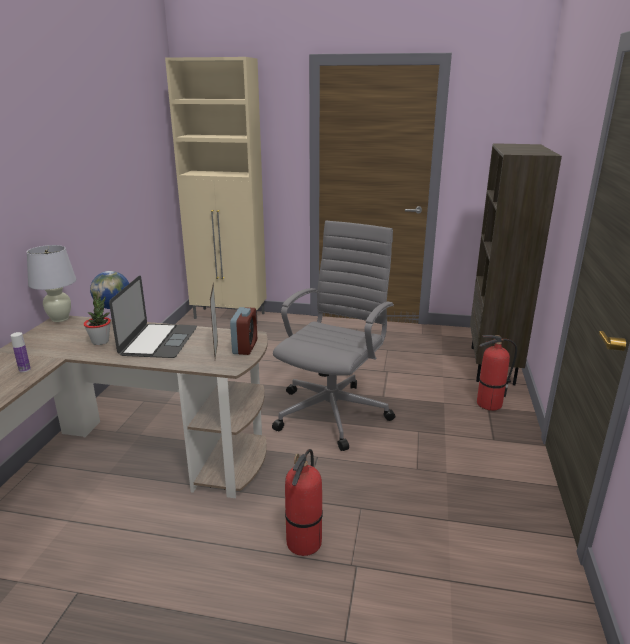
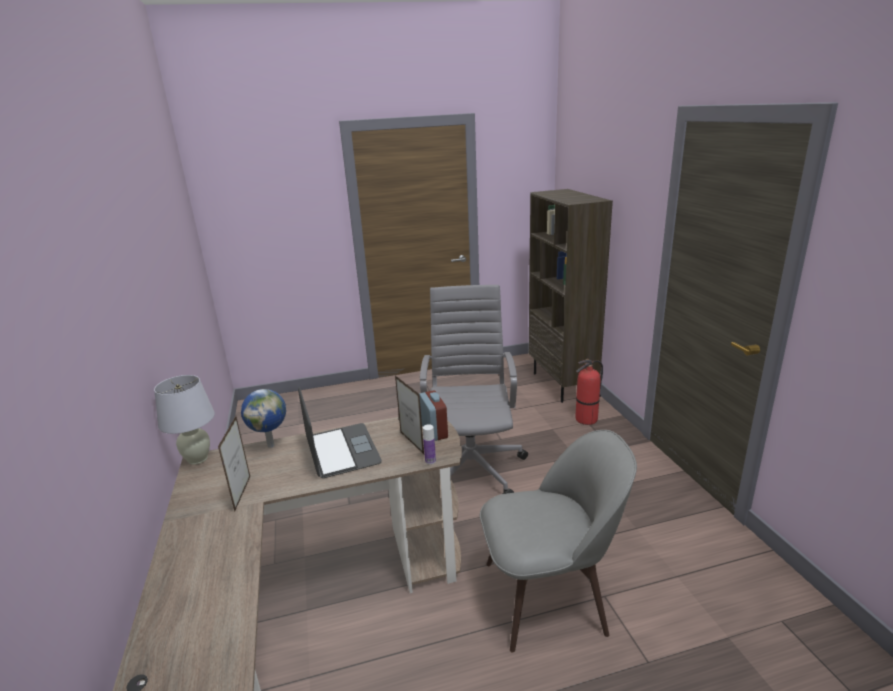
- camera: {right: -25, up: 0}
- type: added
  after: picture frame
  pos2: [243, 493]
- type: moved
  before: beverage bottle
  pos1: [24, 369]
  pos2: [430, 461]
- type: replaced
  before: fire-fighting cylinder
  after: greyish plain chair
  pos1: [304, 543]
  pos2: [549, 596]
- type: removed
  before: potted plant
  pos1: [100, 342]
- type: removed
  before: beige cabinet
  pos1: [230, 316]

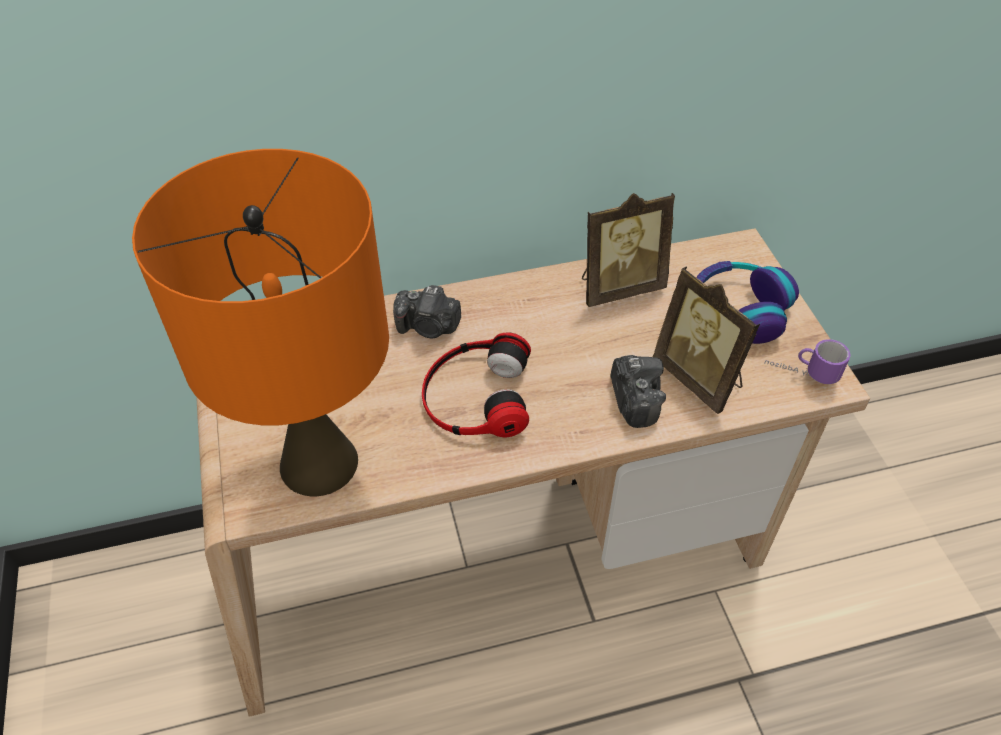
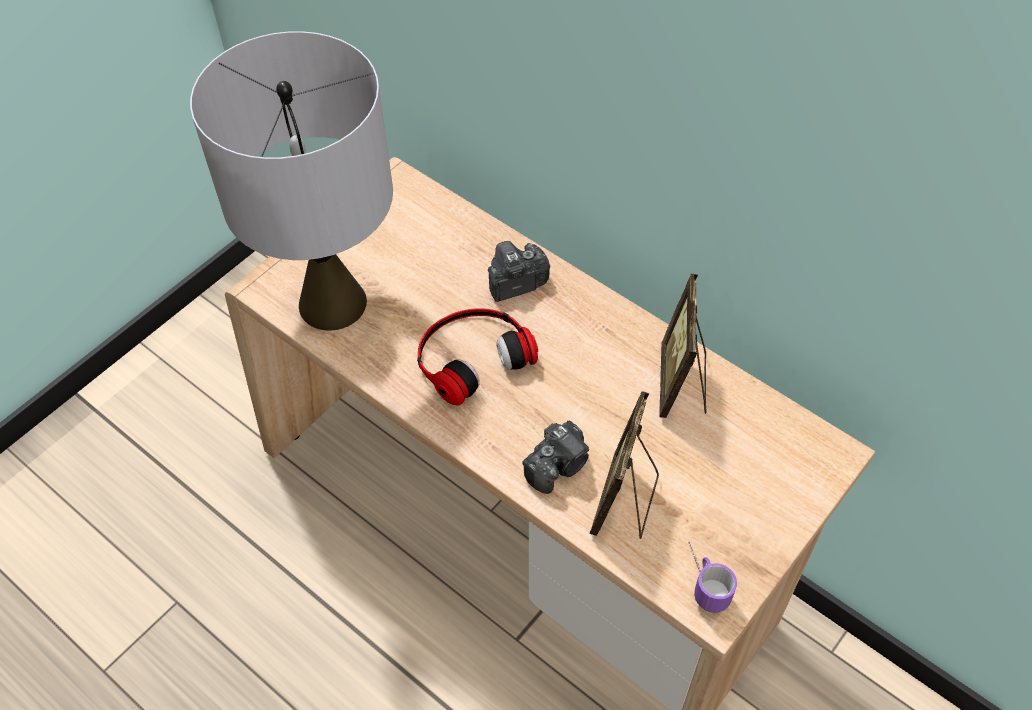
- camera: {right: 55, up: 5}
- type: recoloured
  before: orange-coloured lamp for a table
  after: greyish lamp for a table
  pos1: [318, 464]
  pos2: [331, 303]
- type: turned
  before: still camera
  pos1: [428, 327]
  pos2: [515, 283]
  turn: 90
- type: turned
  before: picture frame
  pos1: [619, 287]
  pos2: [682, 384]
  turn: 60
- type: removed
  before: headset
  pos1: [738, 310]

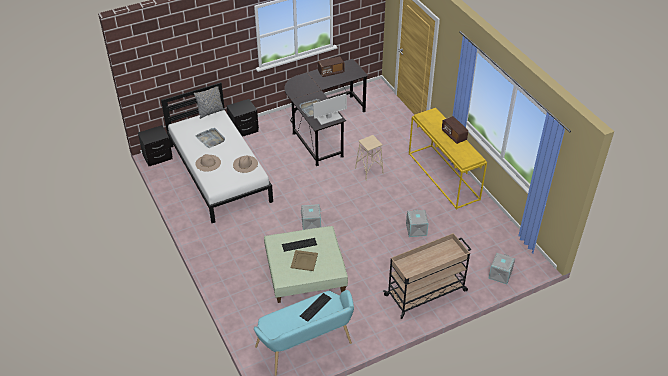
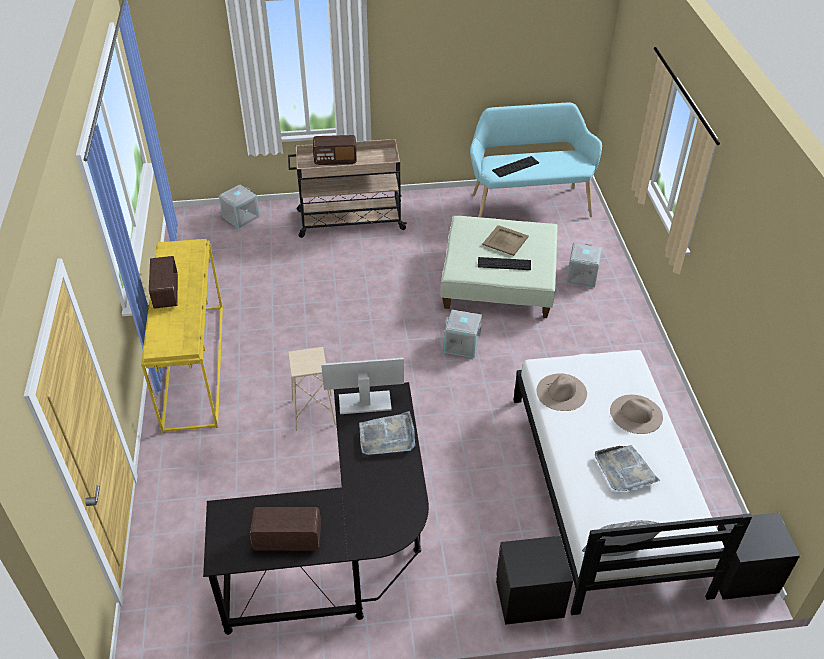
- camera: {right: -160, up: 0}
- type: added
  after: radio
  pos2: [335, 160]
- type: moved
  before: greyish storage box
  pos1: [416, 229]
  pos2: [581, 276]

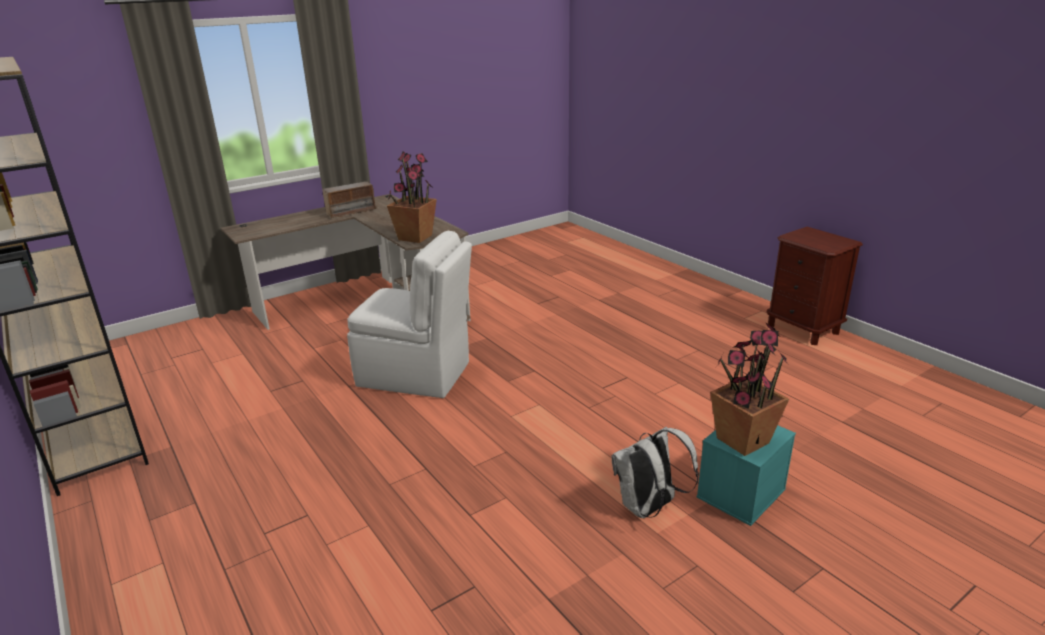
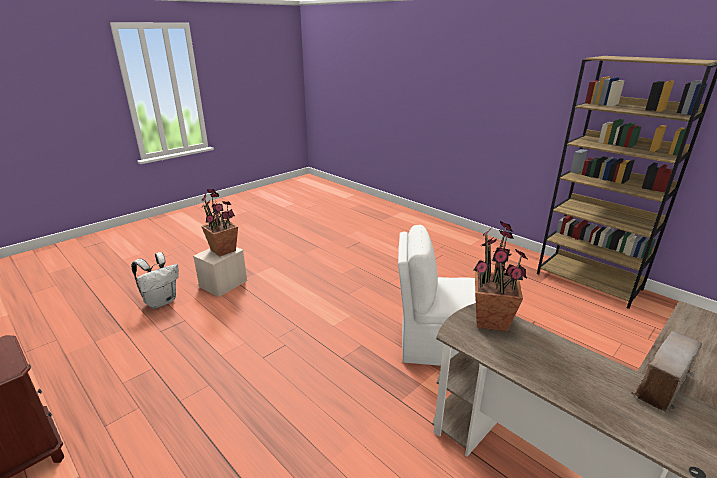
- camera: {right: 170, up: 0}
- type: moved
  before: whitish backpack
  pos1: [648, 508]
  pos2: [161, 301]
- type: recoloured
  before: turquoise-coloured storage box
  after: beige storage box
  pos1: [740, 492]
  pos2: [223, 284]

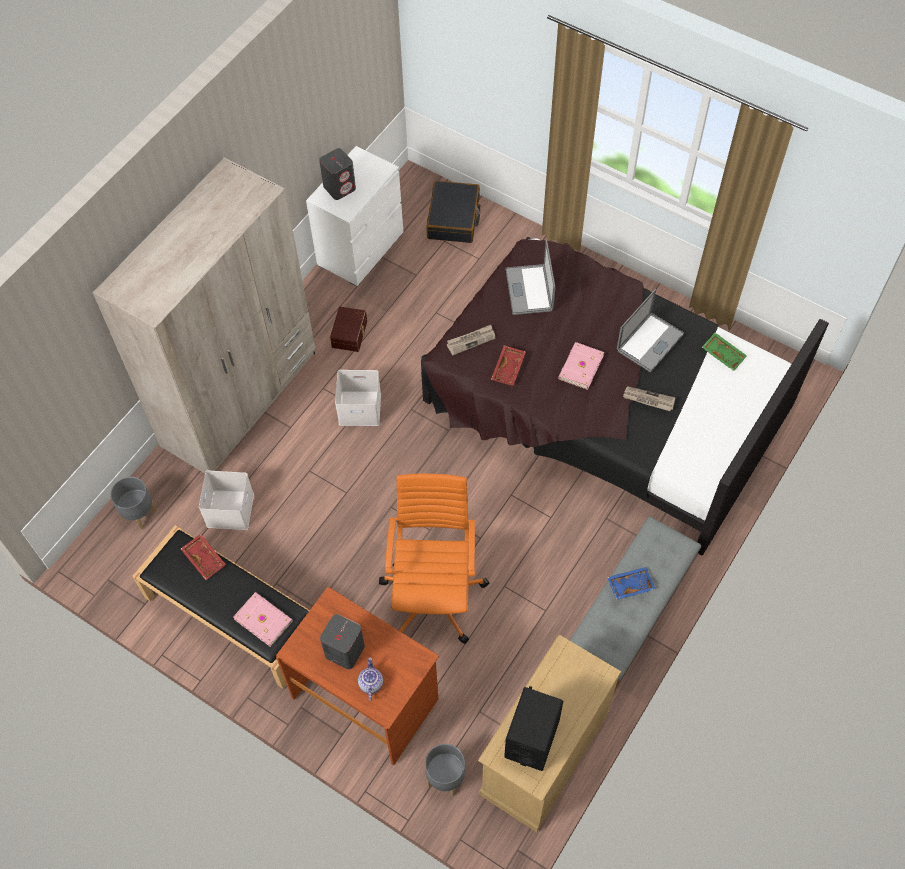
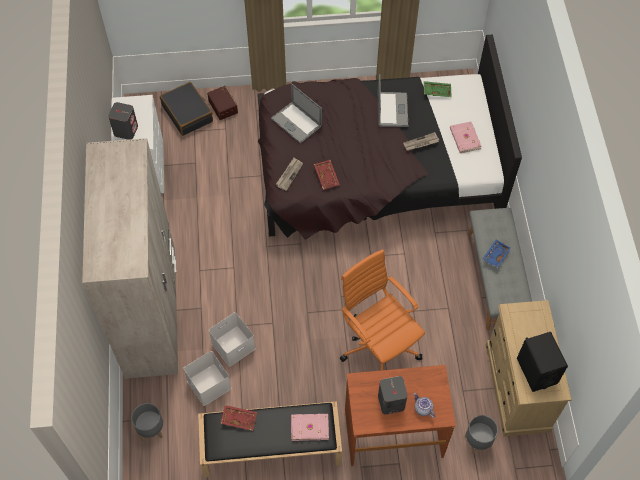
- camera: {right: -40, up: 0}
- type: moved
  before: brown-coloured storage box
  pos1: [350, 334]
  pos2: [223, 106]
- type: moved
  before: whitish storage box
  pos1: [361, 407]
  pos2: [233, 345]
- type: moved
  before: pink-coloured bound book
  pos1: [580, 367]
  pos2: [464, 139]

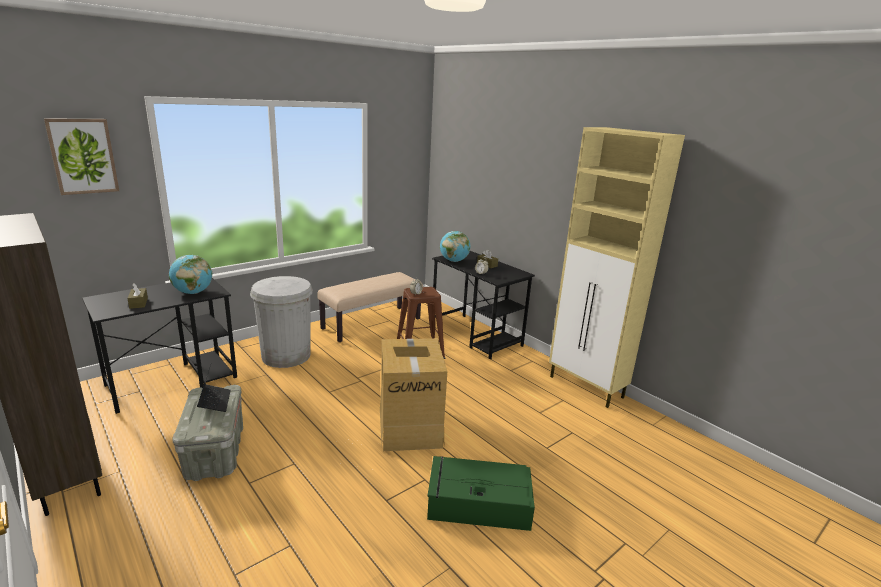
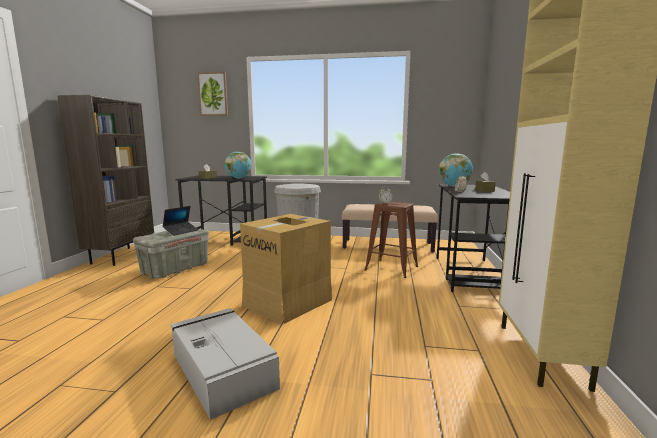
- camera: {right: 50, up: -10}
- type: recoloured
  before: green storage box
  after: greyish storage box
  pos1: [477, 503]
  pos2: [222, 369]

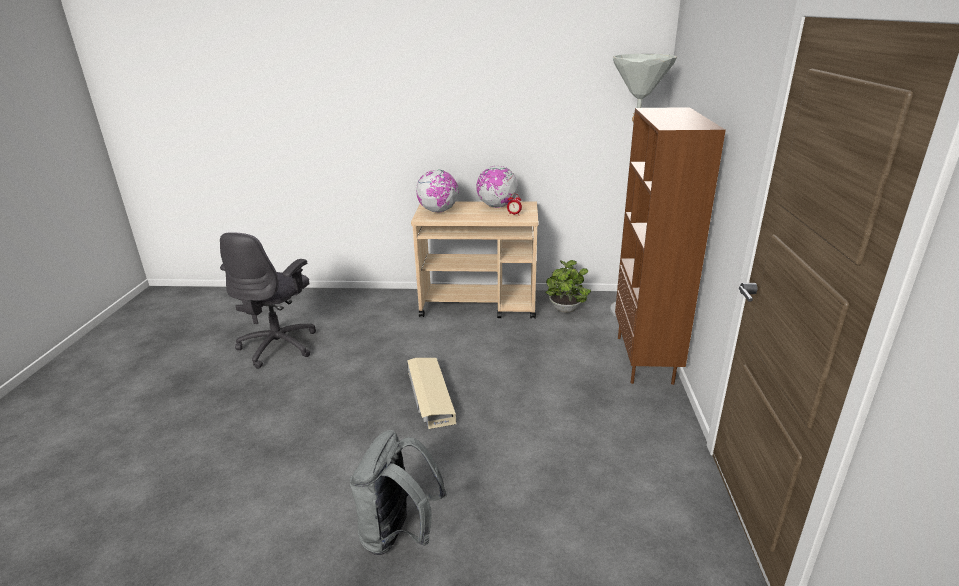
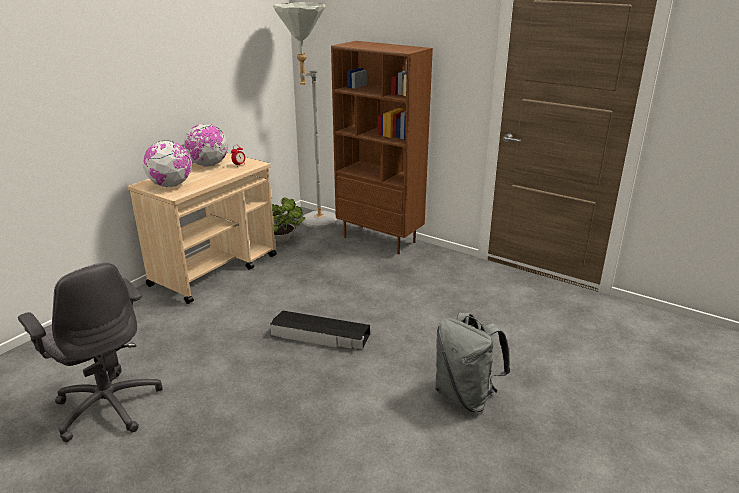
- camera: {right: -60, up: 0}
- type: recoloured
  before: beige storage box
  after: black-coloured storage box
  pos1: [430, 396]
  pos2: [320, 335]

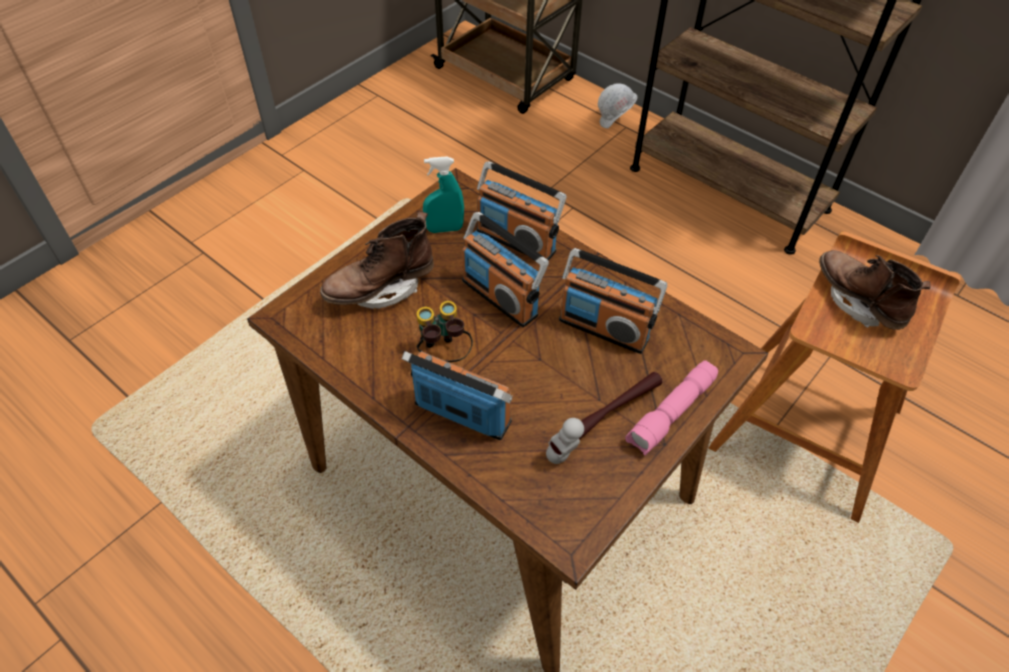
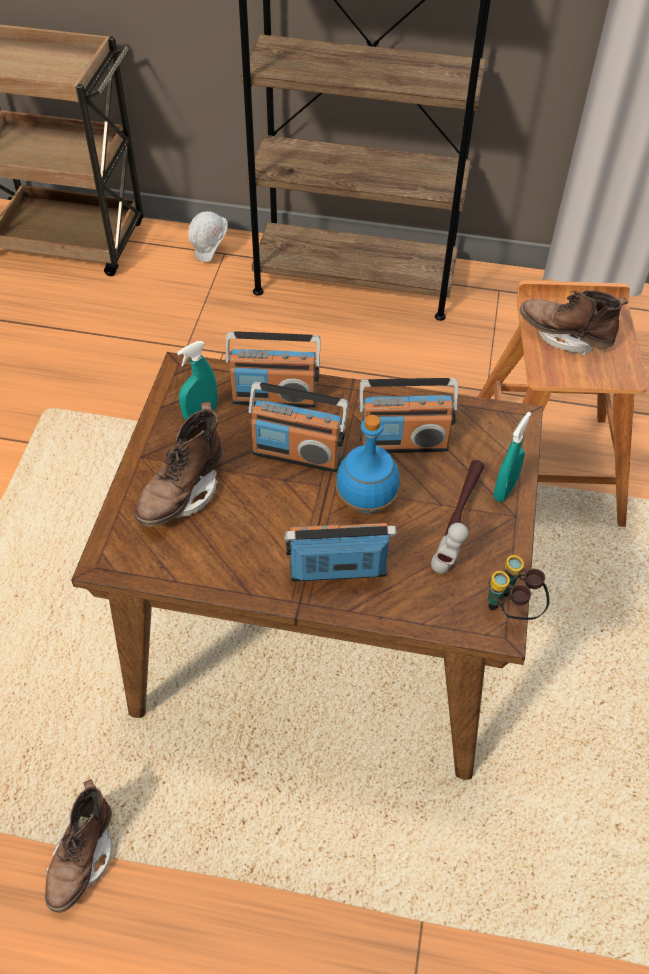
- camera: {right: -30, up: 0}
- type: added
  after: brown-coloured boot
  pos2: [82, 859]
- type: added
  after: blue beverage bottle
  pos2: [367, 502]
- type: moved
  before: field glasses
  pos1: [443, 354]
  pos2: [511, 609]
- type: replaced
  before: pink-coloured torch
  after: turquoise-coloured sprayer
  pos1: [672, 414]
  pos2: [505, 489]

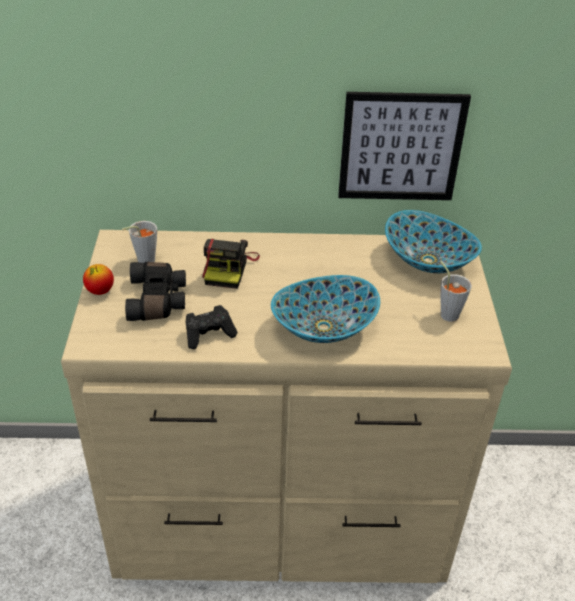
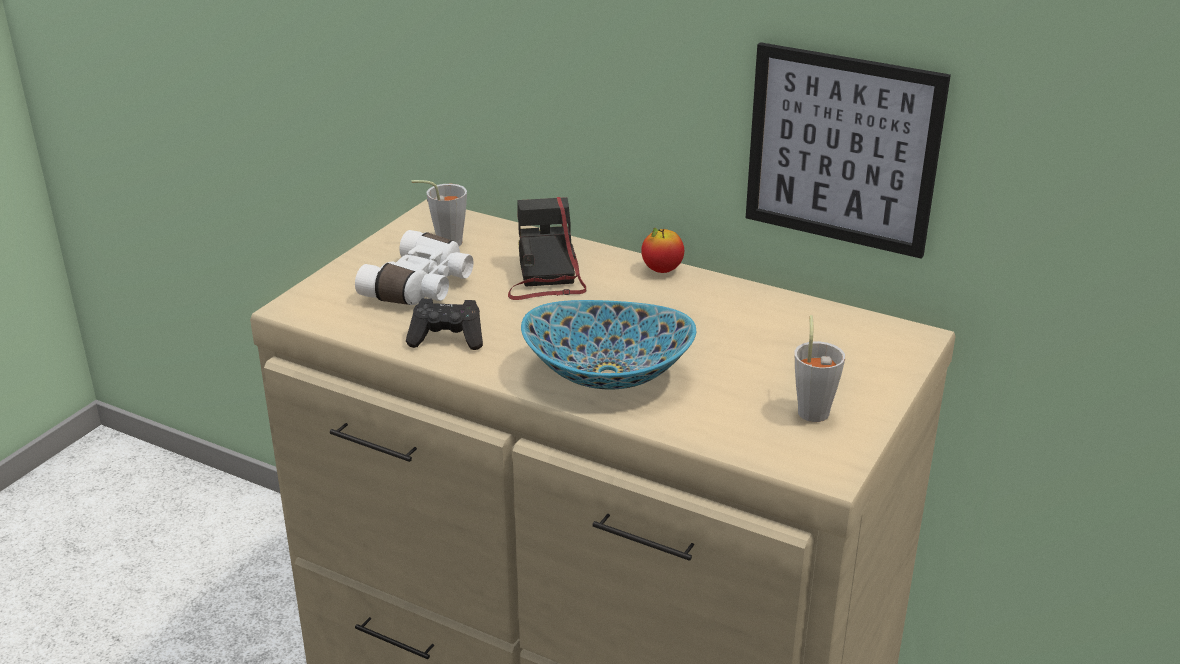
- camera: {right: 30, up: -10}
- type: recoloured
  before: black-coloured field glasses
  after: whitish field glasses
  pos1: [158, 300]
  pos2: [422, 287]
- type: turned
  before: still camera
  pos1: [229, 268]
  pos2: [545, 277]
  turn: 135
- type: moved
  before: whole apple
  pos1: [100, 291]
  pos2: [662, 270]
- type: removed
  before: serving bowl
  pos1: [428, 261]

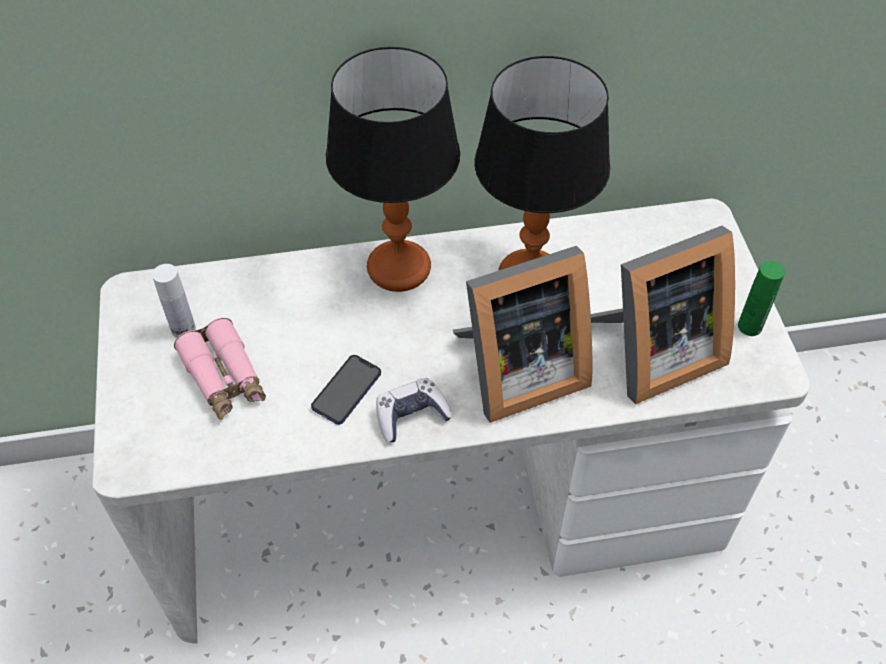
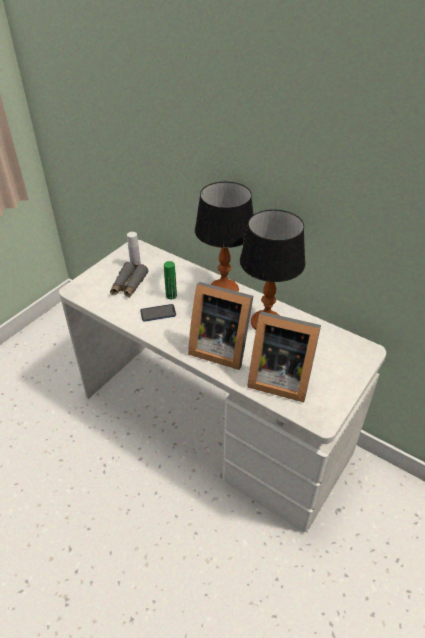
- camera: {right: 45, up: -10}
- type: recoloured
  before: pink-coloured field glasses
  after: greyish field glasses
  pos1: [224, 377]
  pos2: [129, 285]
- type: moved
  before: green beverage bottle
  pos1: [749, 326]
  pos2: [171, 295]
- type: removed
  before: game controller
  pos1: [411, 415]

